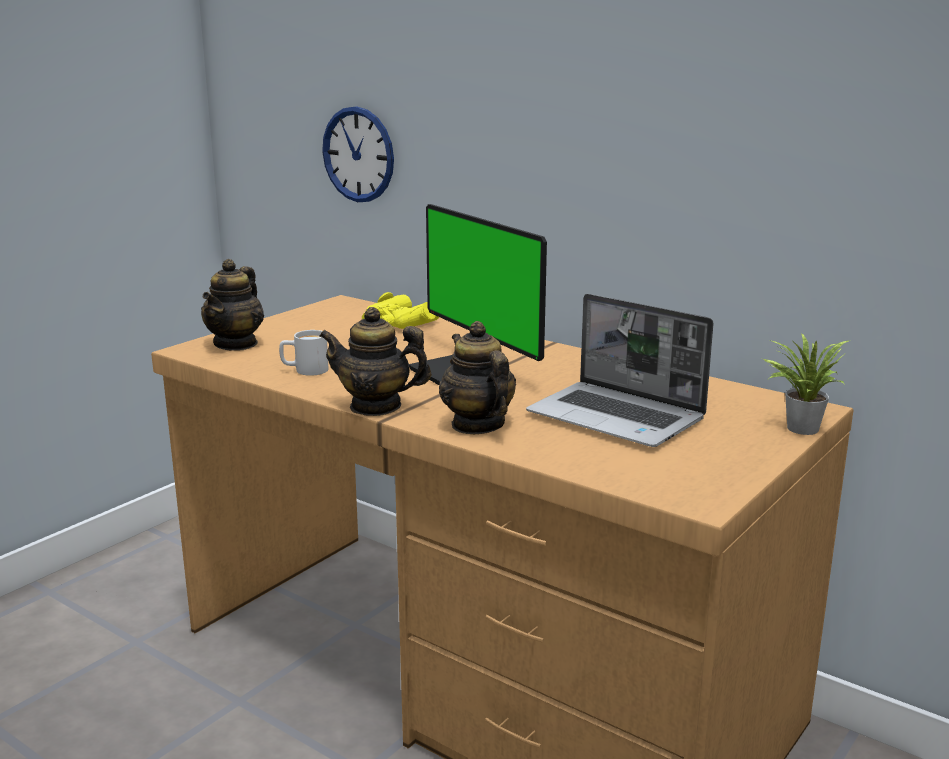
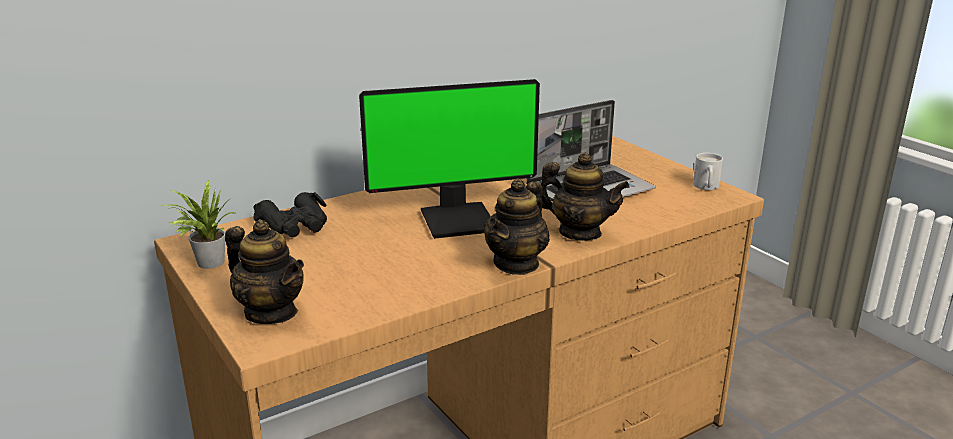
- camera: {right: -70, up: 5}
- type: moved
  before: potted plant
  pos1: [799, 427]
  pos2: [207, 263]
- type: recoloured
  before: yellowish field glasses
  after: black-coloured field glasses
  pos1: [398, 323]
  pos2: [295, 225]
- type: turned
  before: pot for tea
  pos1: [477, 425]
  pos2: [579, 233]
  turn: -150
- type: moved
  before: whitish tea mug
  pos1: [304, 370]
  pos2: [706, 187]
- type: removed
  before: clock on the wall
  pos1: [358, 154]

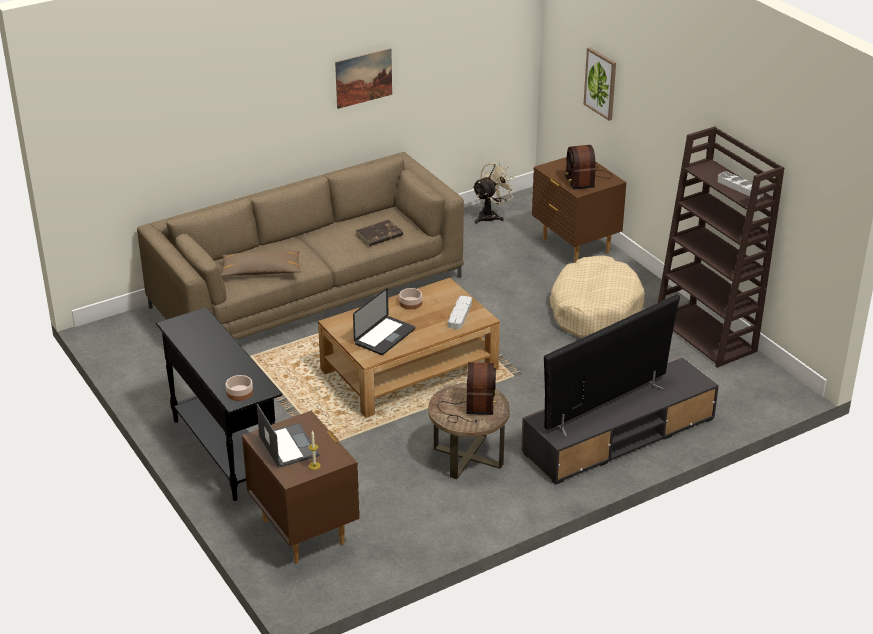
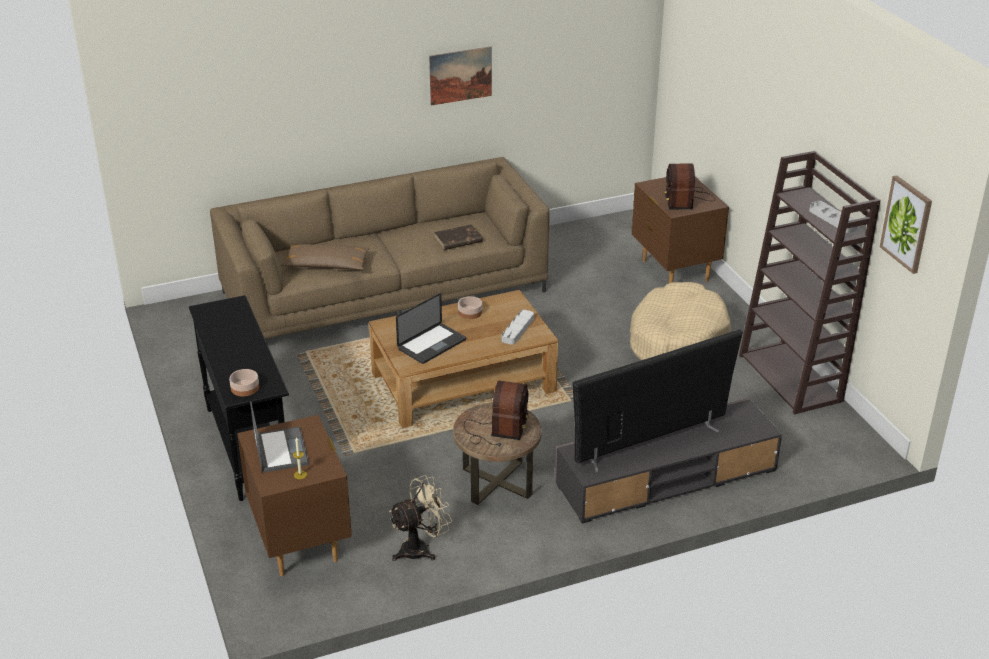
- camera: {right: 10, up: 0}
- type: moved
  before: beige cooling fan
  pos1: [491, 216]
  pos2: [421, 548]
- type: moved
  before: wall picture
  pos1: [601, 83]
  pos2: [907, 224]

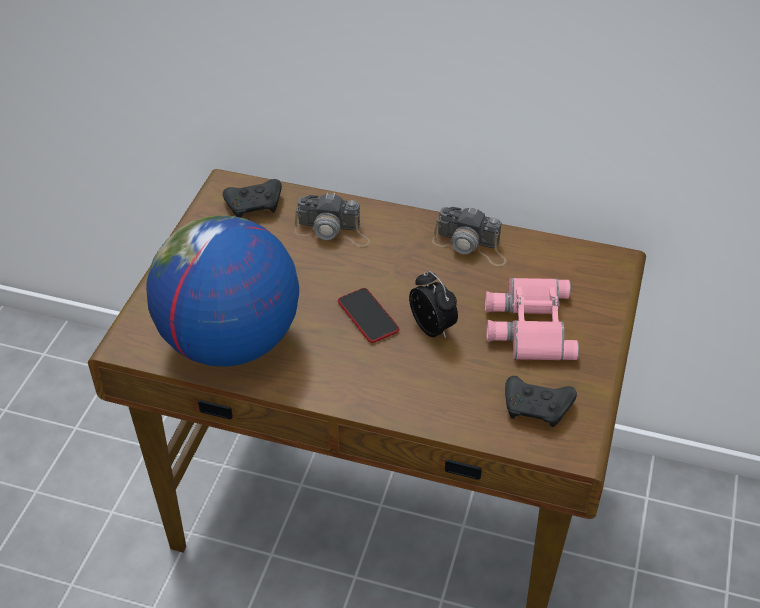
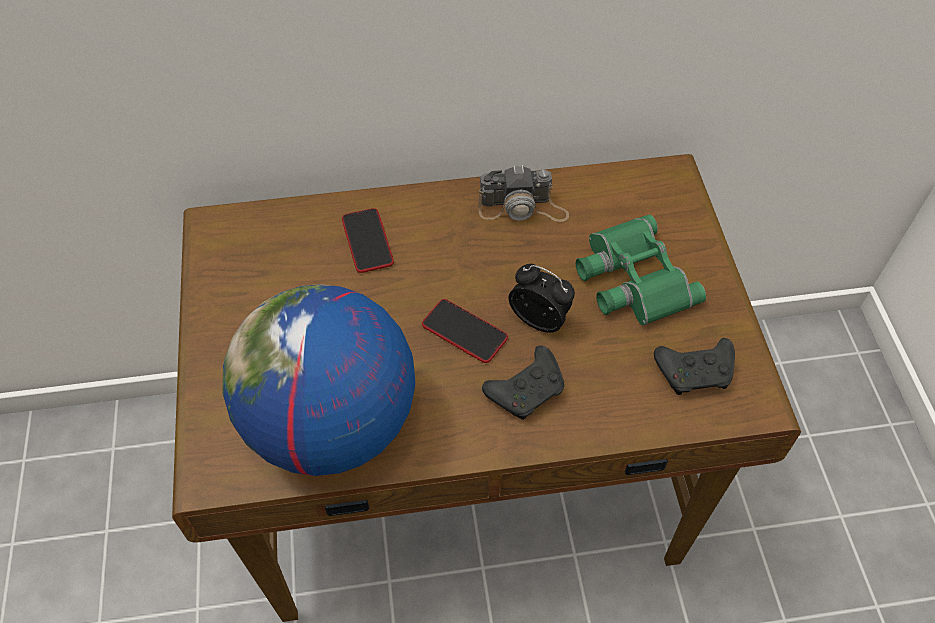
- camera: {right: -25, up: 10}
- type: replaced
  before: still camera
  after: telephone
  pos1: [333, 231]
  pos2: [367, 241]
- type: moved
  before: black-coloured game controller
  pos1: [255, 205]
  pos2: [527, 390]
- type: recoloured
  before: pink-coloured field glasses
  after: green field glasses
  pos1: [528, 324]
  pos2: [631, 278]

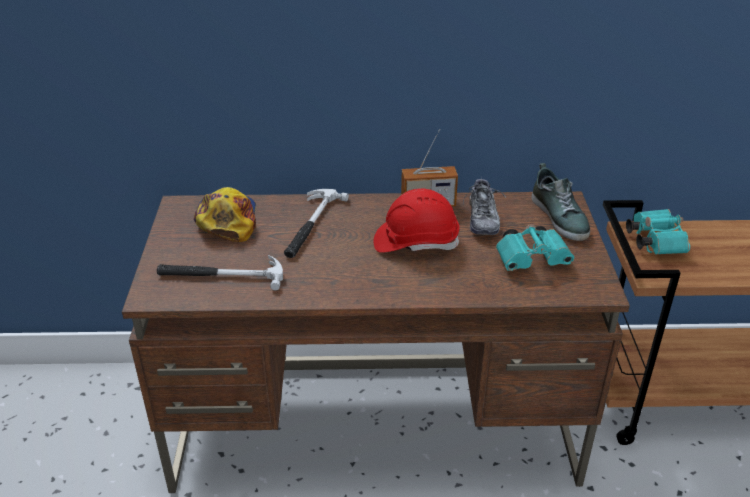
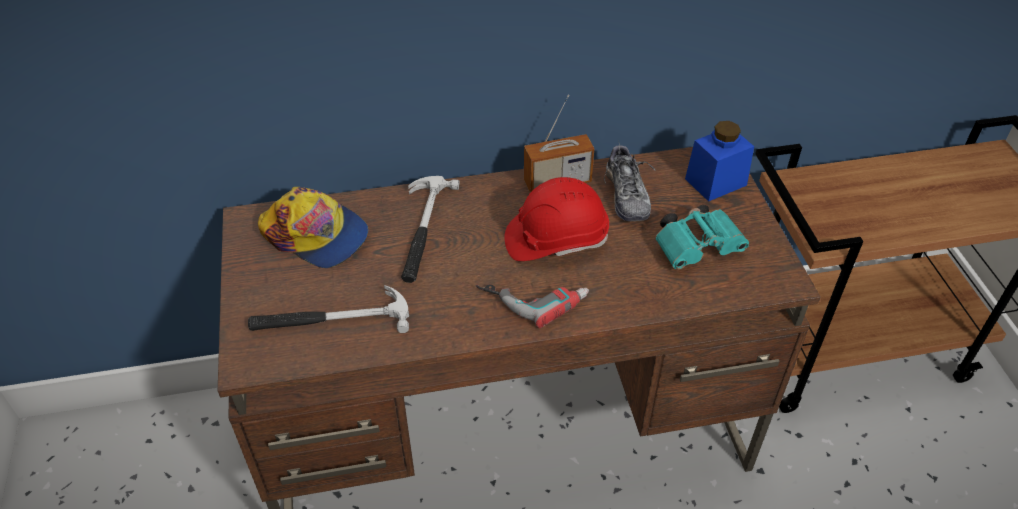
- camera: {right: -10, up: 10}
- type: turned
  before: baseball cap
  pos1: [227, 219]
  pos2: [316, 234]
  turn: 135
- type: added
  after: drill
  pos2: [533, 295]
- type: replaced
  before: low shoe
  after: blue jar
  pos1: [560, 217]
  pos2: [715, 182]
- type: removed
  before: turquoise-coloured field glasses
  pos1: [654, 241]

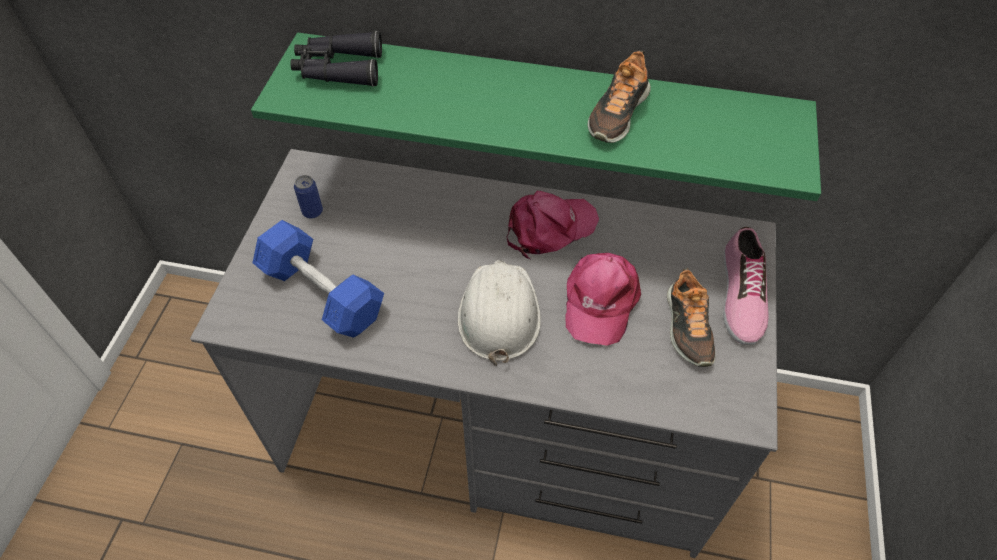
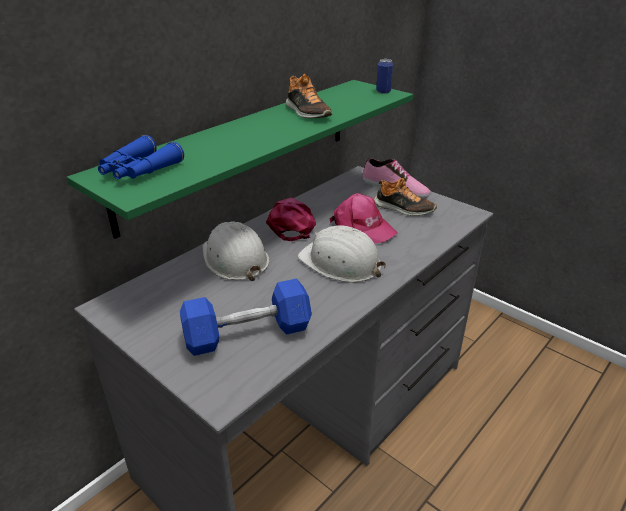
- camera: {right: -60, up: -20}
- type: recoloured
  before: black-coloured field glasses
  after: blue field glasses
  pos1: [338, 69]
  pos2: [139, 170]
- type: added
  after: whitish safety helmet
  pos2: [234, 259]
- type: moved
  before: sealed can
  pos1: [312, 212]
  pos2: [383, 91]

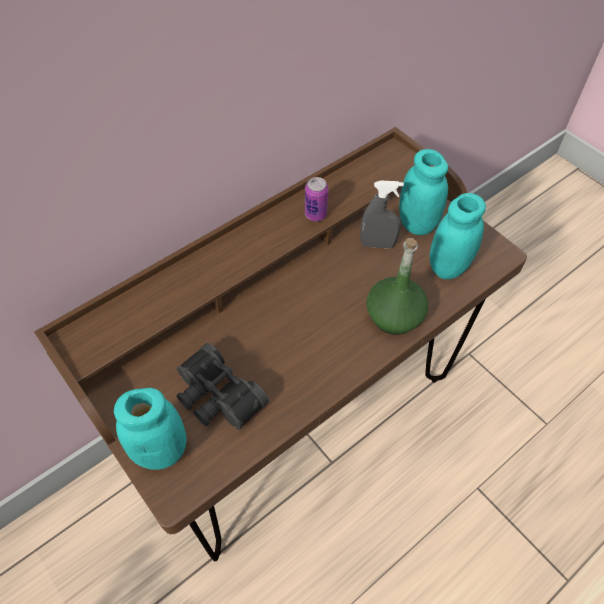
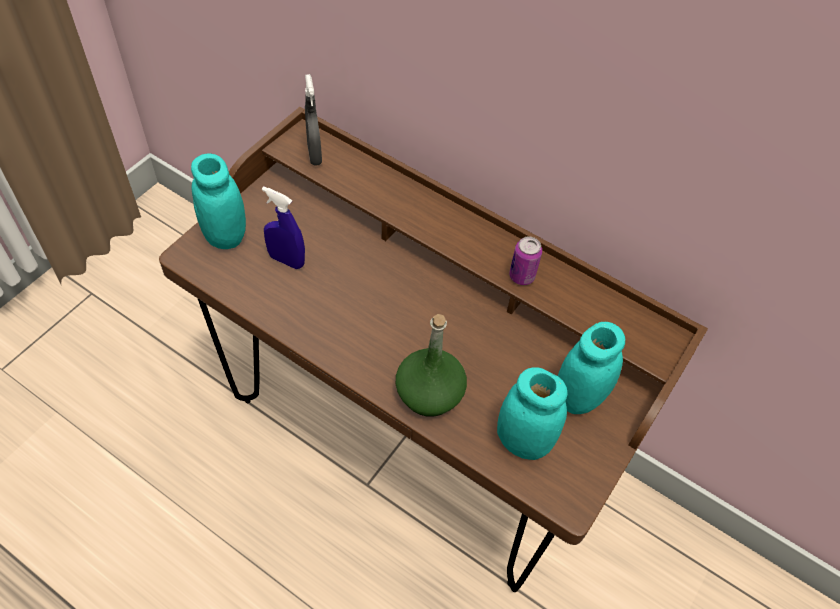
- camera: {right: 70, up: 0}
- type: replaced
  before: black-coloured field glasses
  after: blue sprayer
  pos1: [216, 397]
  pos2: [286, 260]
- type: moved
  before: greyish sprayer
  pos1: [377, 244]
  pos2: [314, 154]

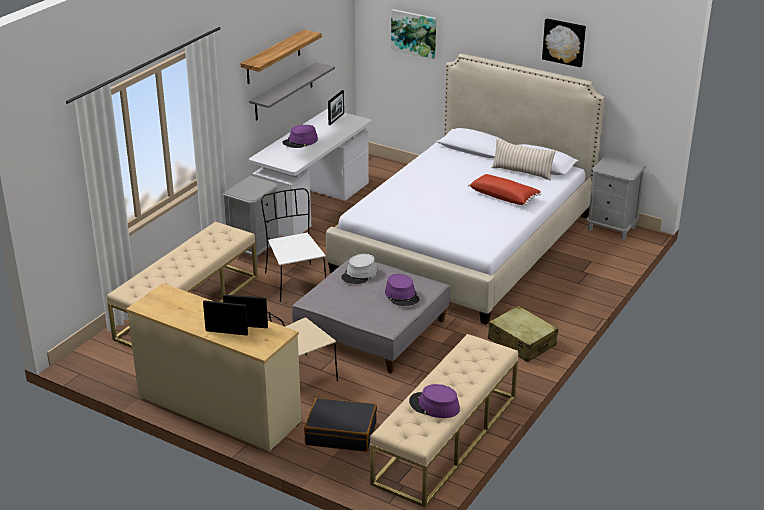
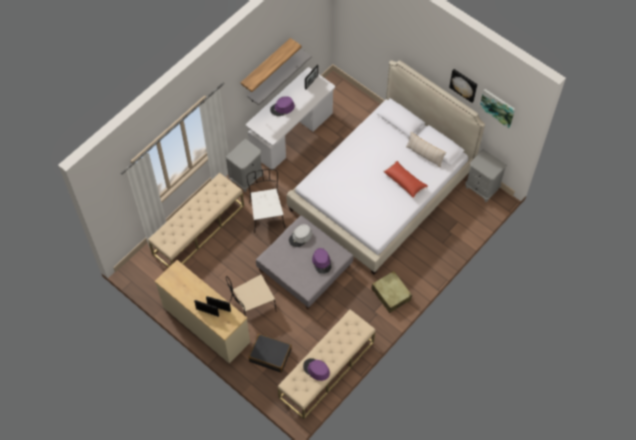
- camera: {right: 10, up: 30}
- type: moved
  before: wall picture
  pos1: [414, 33]
  pos2: [497, 107]

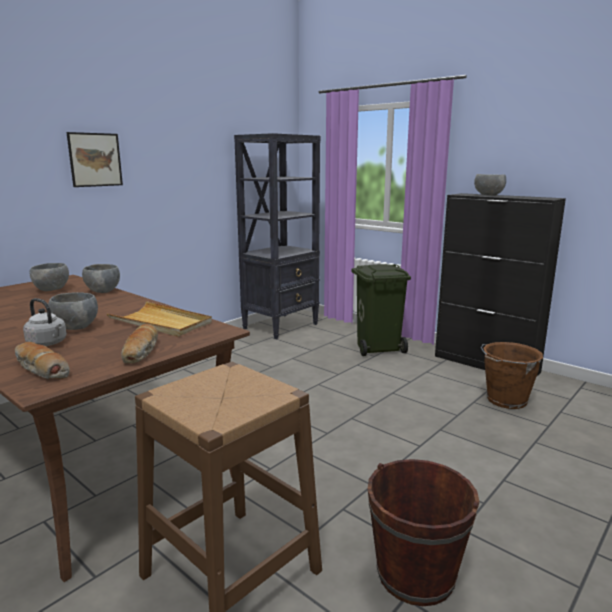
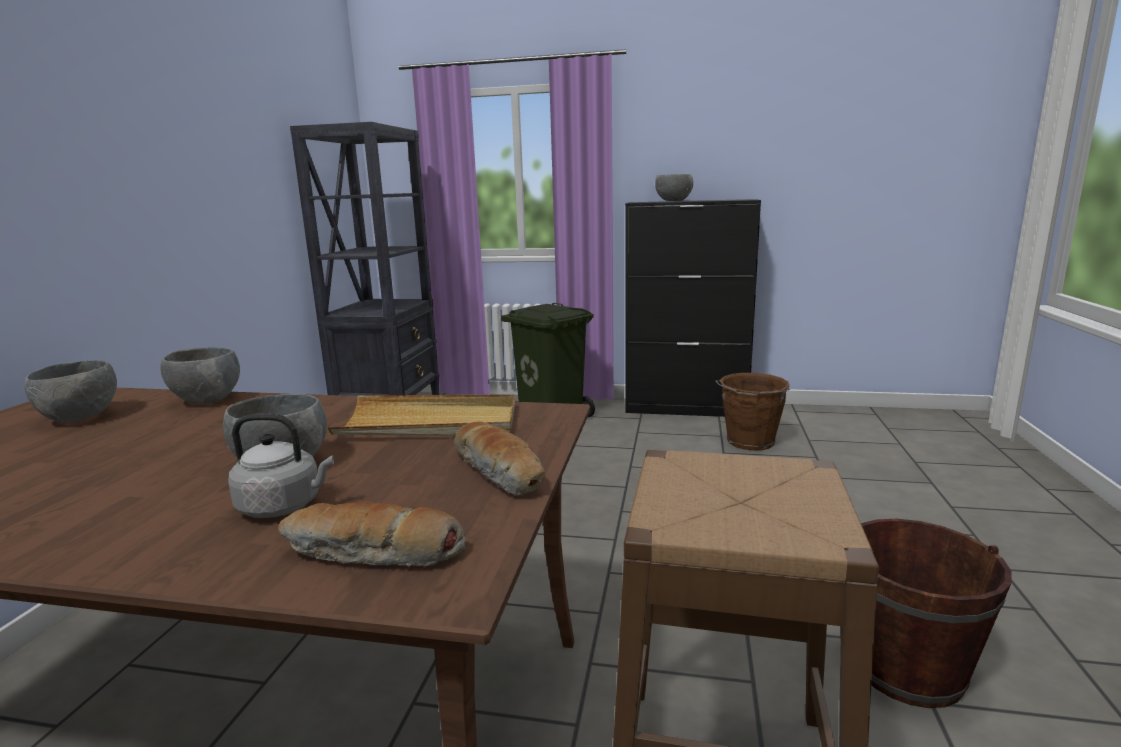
- camera: {right: -30, up: 0}
- type: removed
  before: wall picture
  pos1: [95, 159]

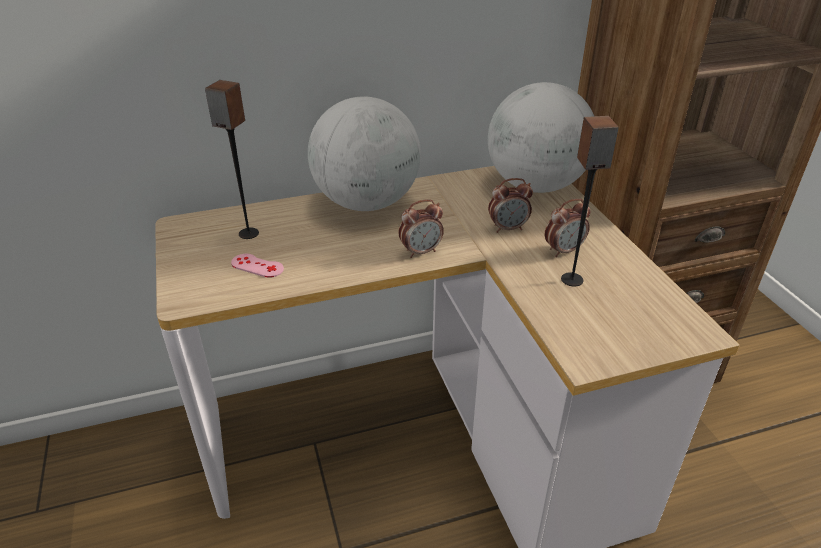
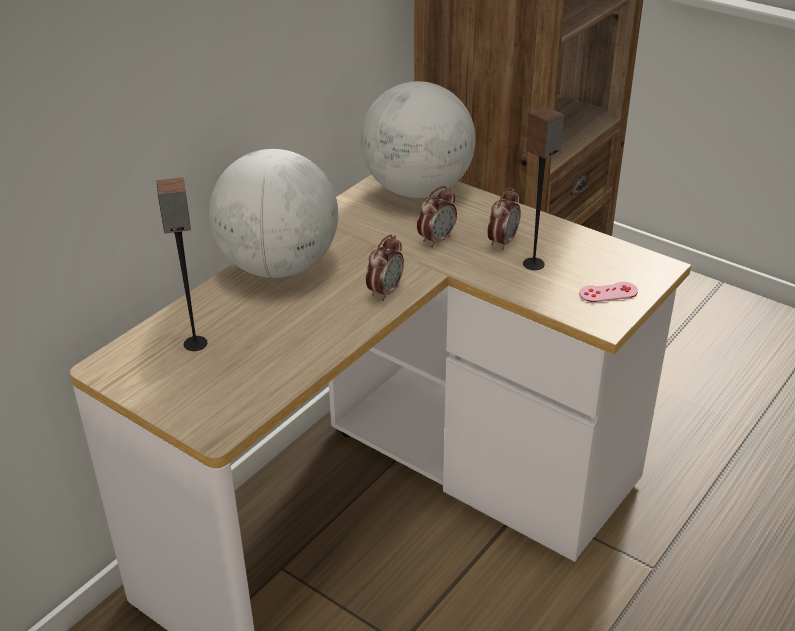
- camera: {right: -35, up: 0}
- type: moved
  before: pink-coloured game controller
  pos1: [257, 266]
  pos2: [608, 292]

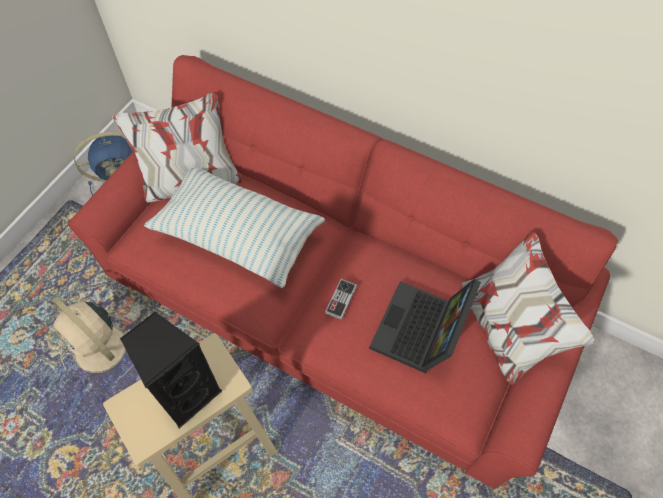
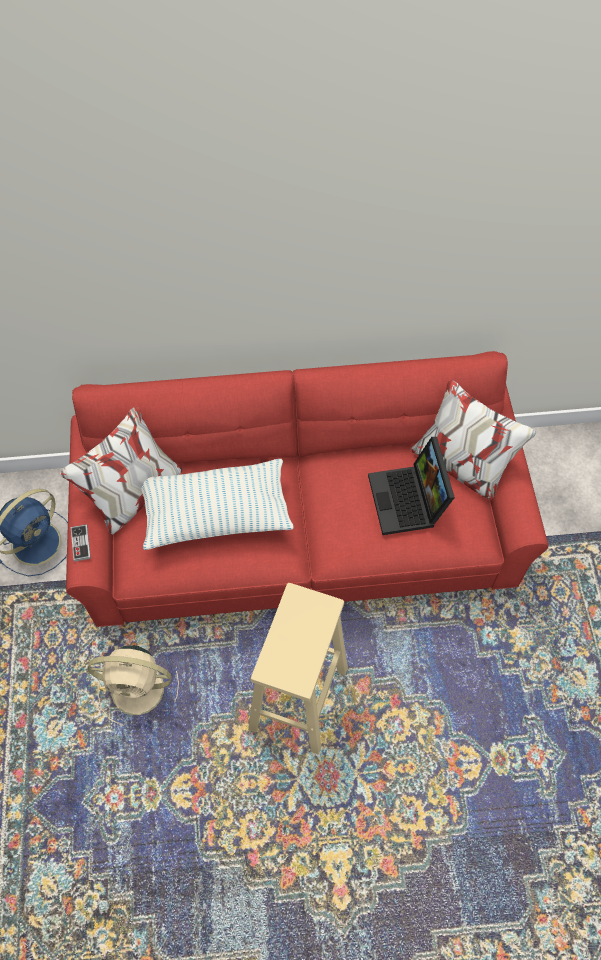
- camera: {right: -35, up: 0}
- type: moved
  before: game controller
  pos1: [341, 299]
  pos2: [80, 543]
- type: removed
  before: black-coloured audio speaker
  pos1: [187, 392]

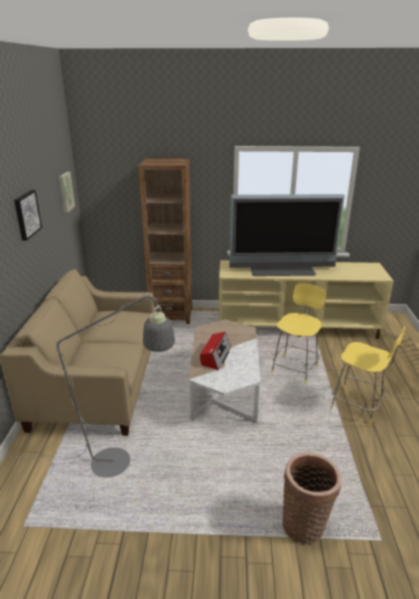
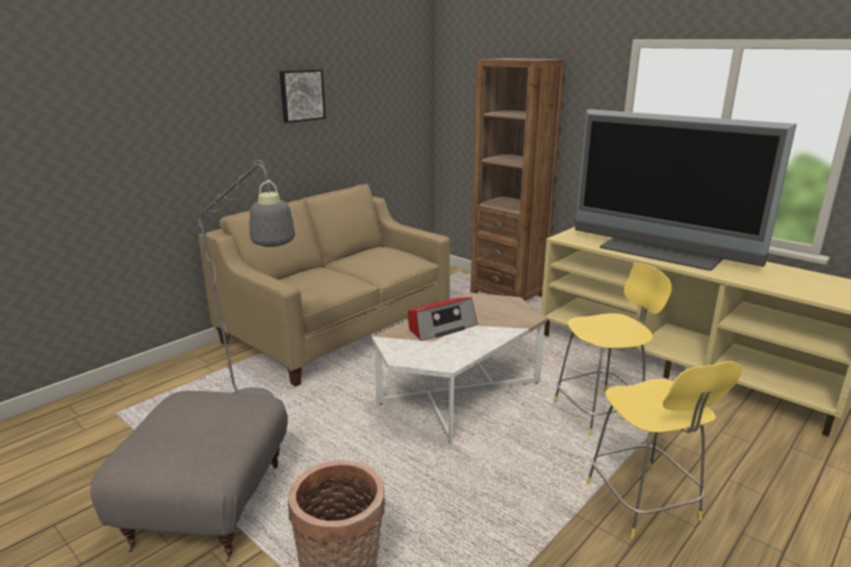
- camera: {right: 40, up: -5}
- type: added
  after: greyish pouffe
  pos2: [207, 505]
- type: removed
  before: wall picture
  pos1: [65, 192]

